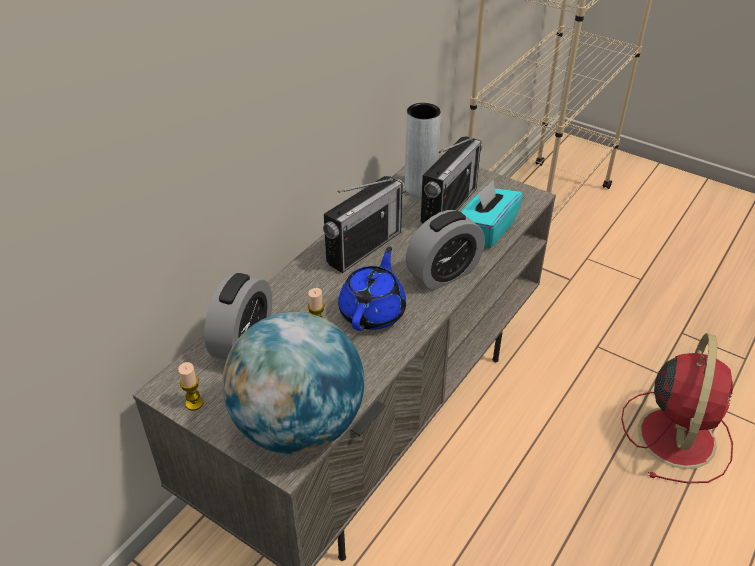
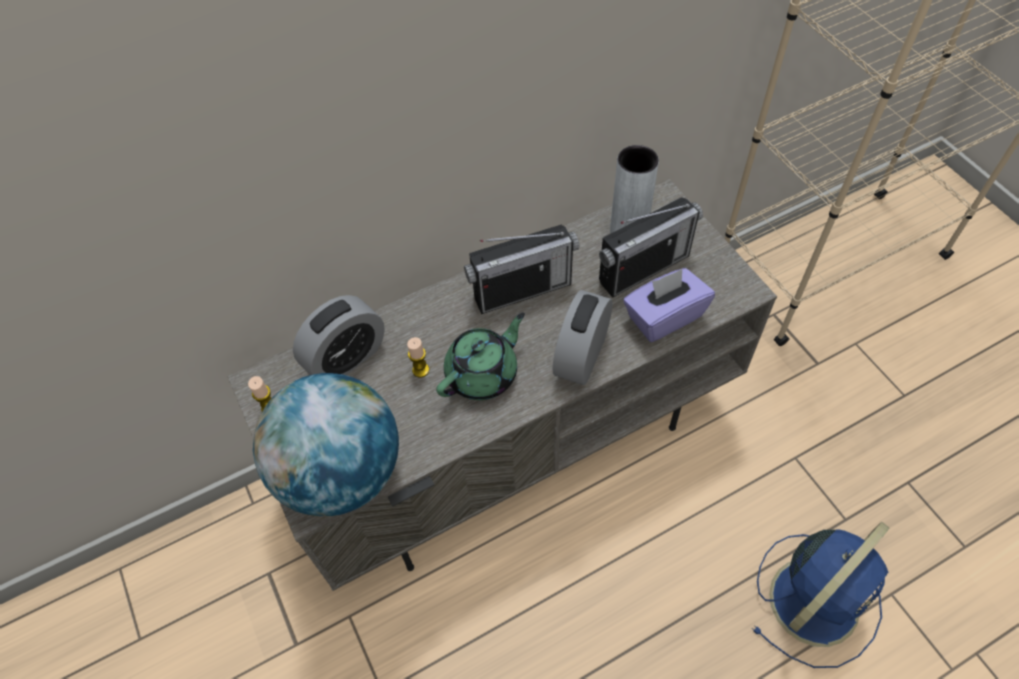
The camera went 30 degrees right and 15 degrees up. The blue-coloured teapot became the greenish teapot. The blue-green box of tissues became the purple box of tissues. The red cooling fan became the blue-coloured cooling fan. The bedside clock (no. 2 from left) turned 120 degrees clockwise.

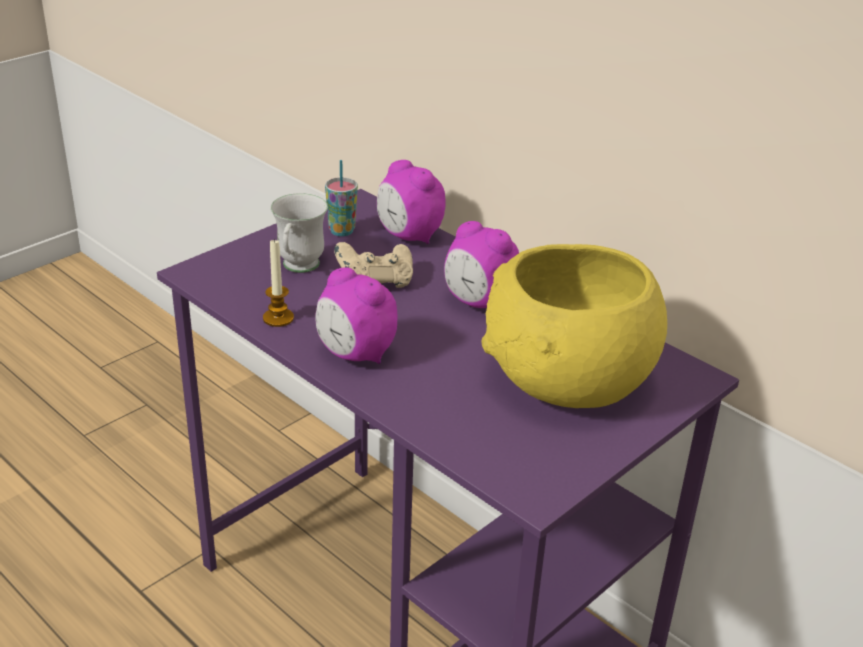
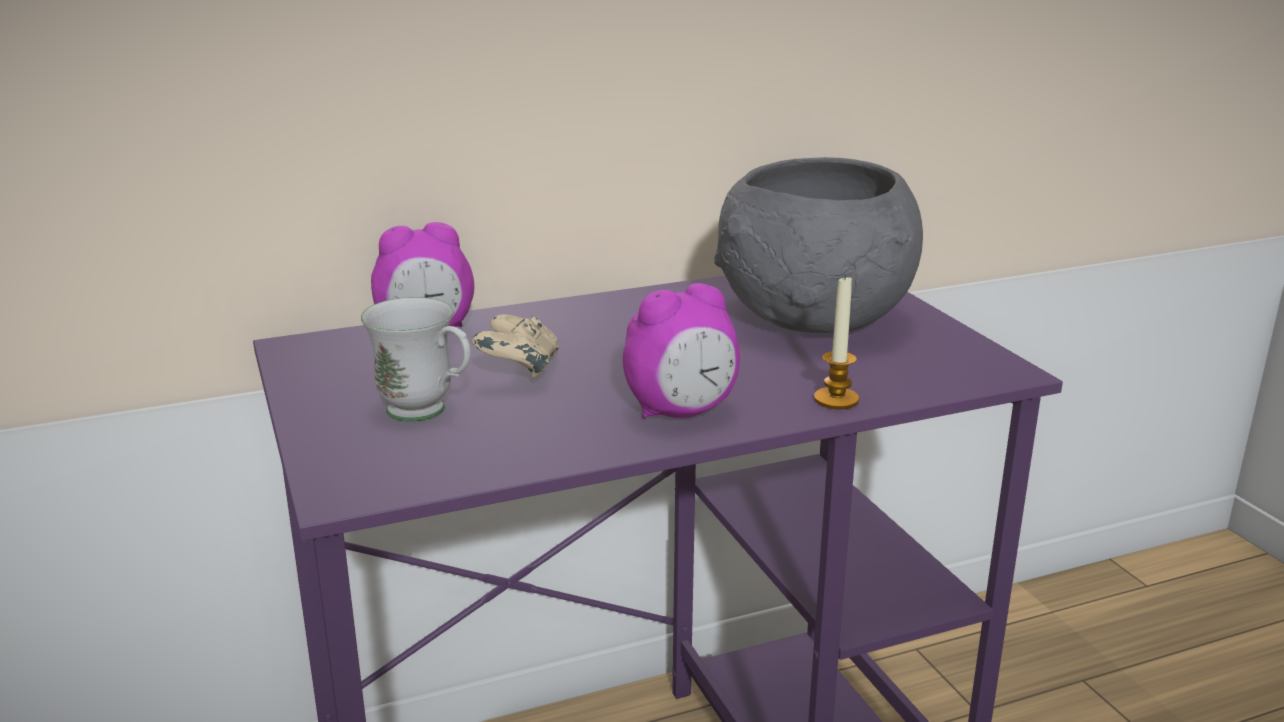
The camera went 65 degrees left and 10 degrees down. The small cup disappeared. The bedside clock (no. 3 from left) disappeared. The wax candle moved. The yellow-coloured serving bowl became the gray serving bowl.

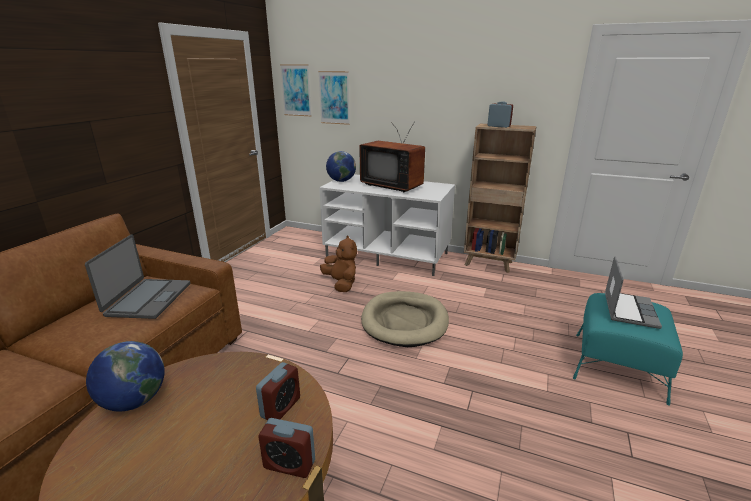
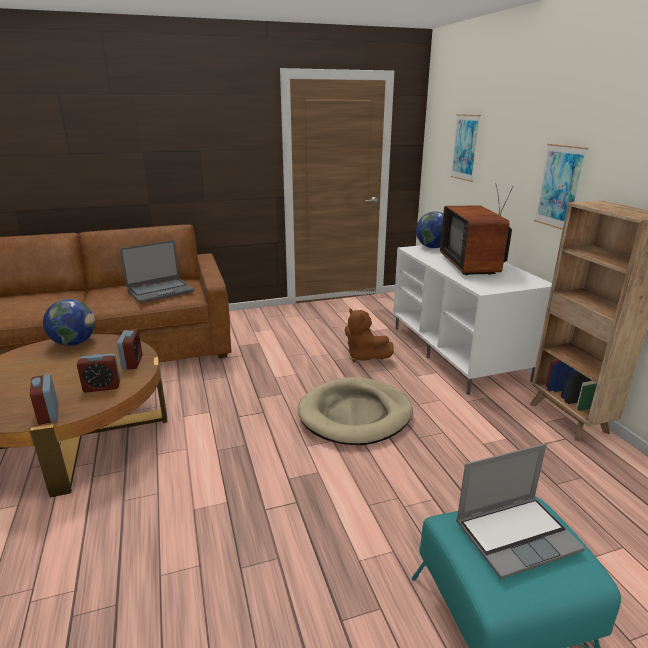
The camera went 50 degrees right and 0 degrees up. The picture (no. 1 from left in the first image) moved. The bedside clock (no. 3 from left) moved. The brown soft toy turned 120 degrees clockwise.

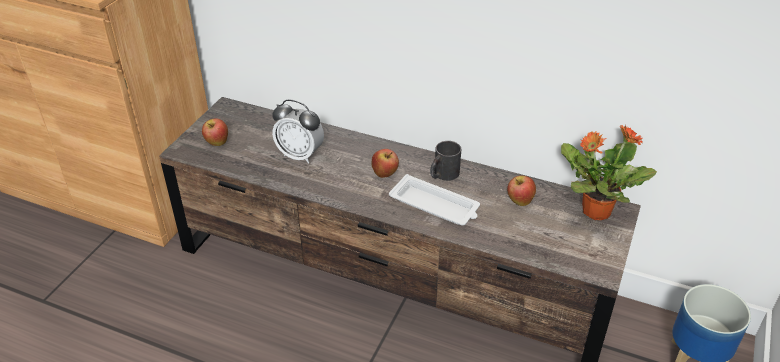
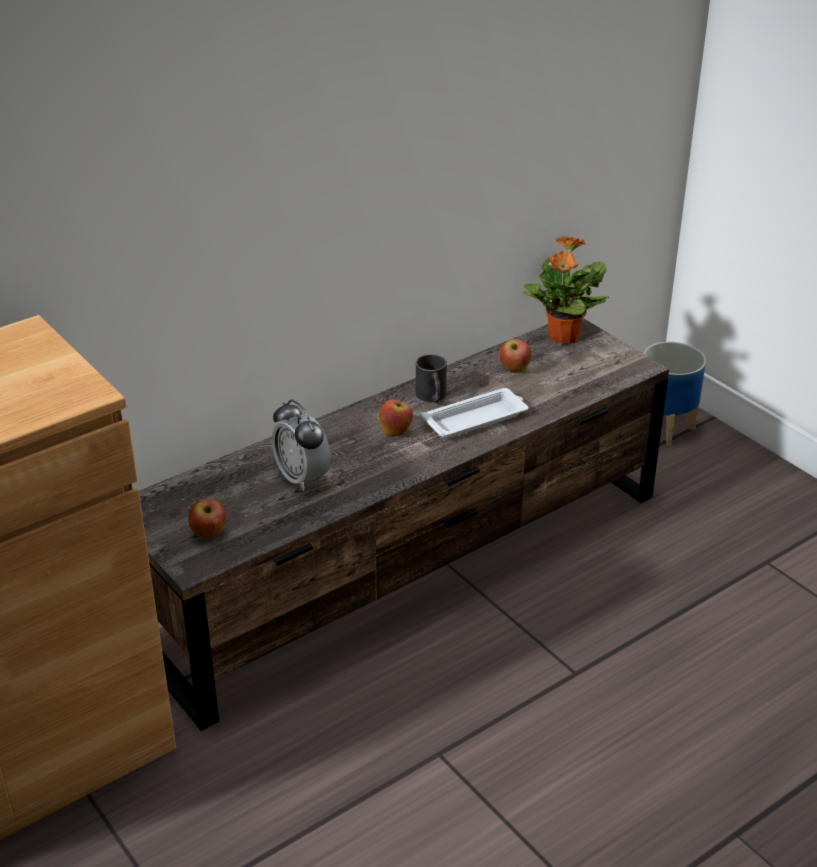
The camera went 60 degrees left and 5 degrees down. The bedside clock turned 90 degrees clockwise.

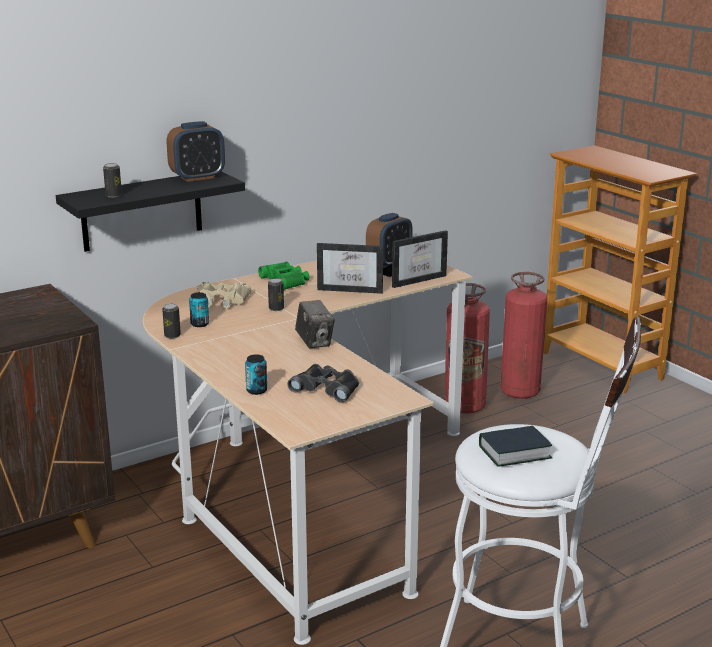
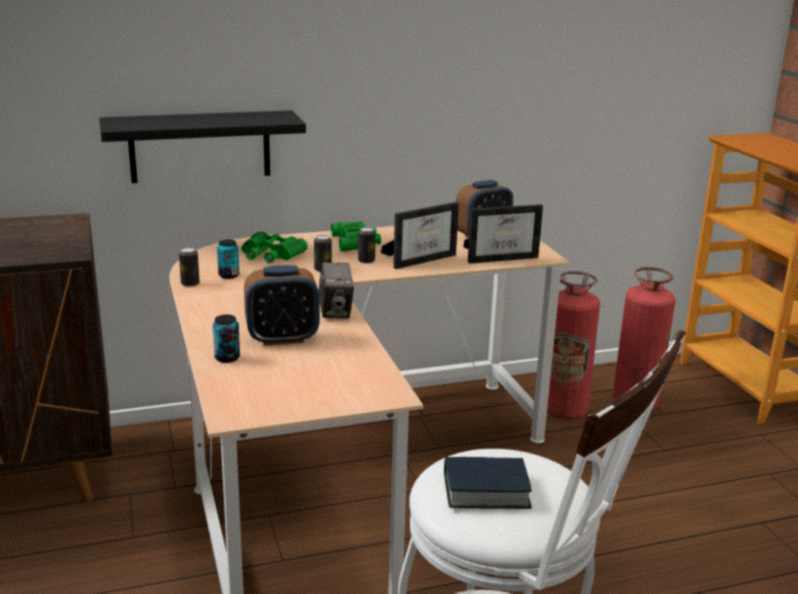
The camera went 15 degrees right and 0 degrees up. The black-coloured pair of binoculars disappeared. The can (no. 1 from left in the first image) moved. The bedside clock (no. 1 from left) moved. The beige pair of binoculars became the greenish pair of binoculars (no. 1 from left). The picture frame (no. 1 from left) turned 60 degrees counterclockwise.

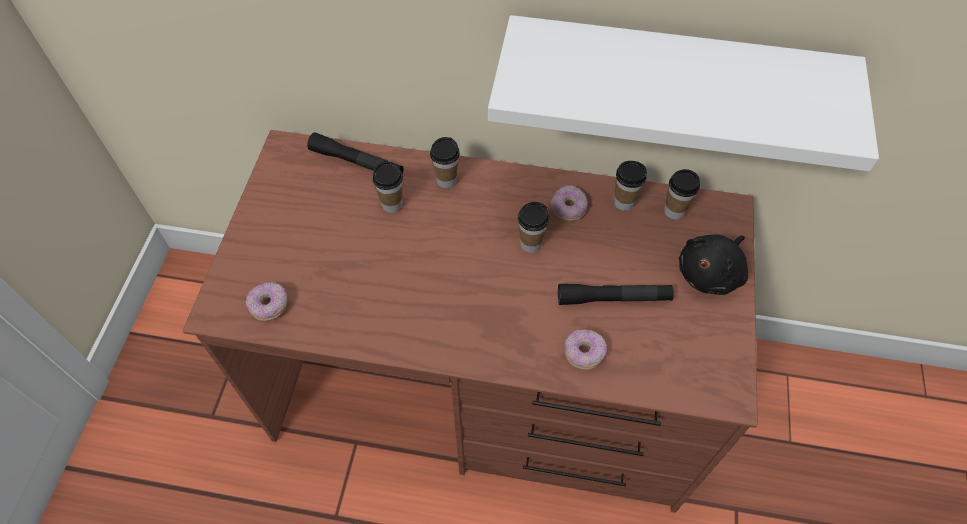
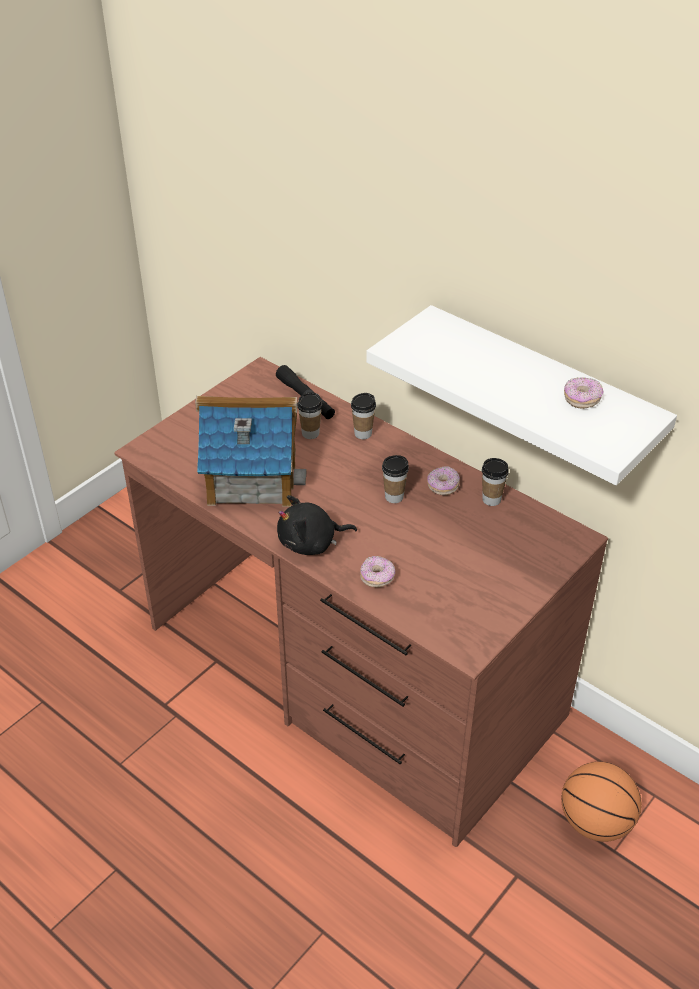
The camera went 30 degrees right and 15 degrees down. The black-coloured torch (no. 2 from left) disappeared. The small cup (no. 5 from left) disappeared. The miniature house appeared. The basketball ball appeared. The doughnut (no. 1 from left in the first image) moved. The black-coloured soft toy moved.

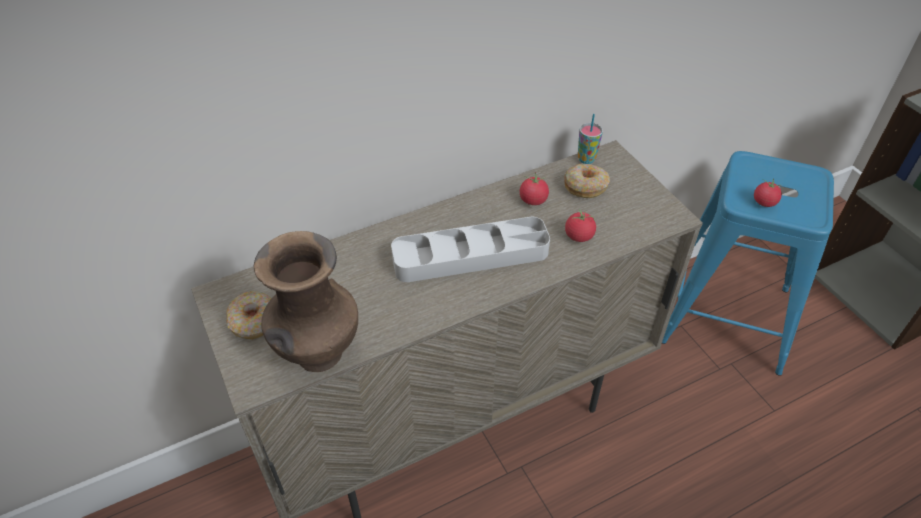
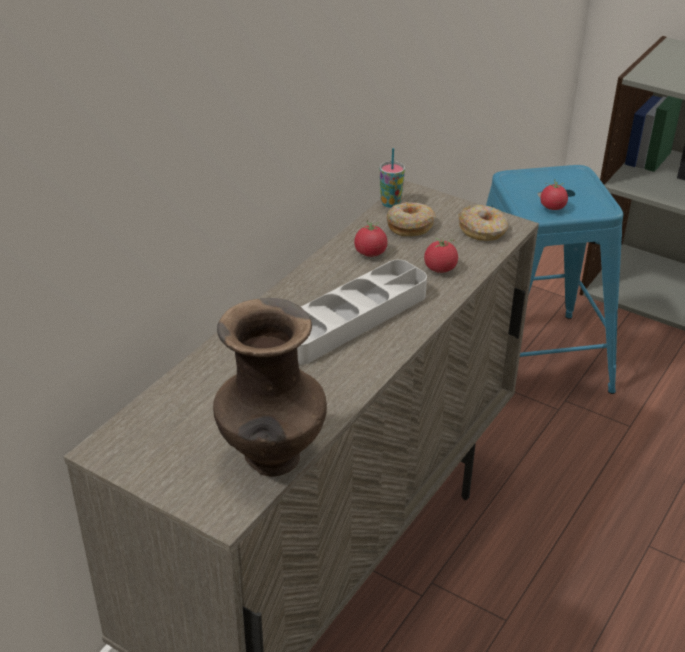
The camera went 30 degrees left and 10 degrees down. The doughnut (no. 1 from left in the first image) moved.

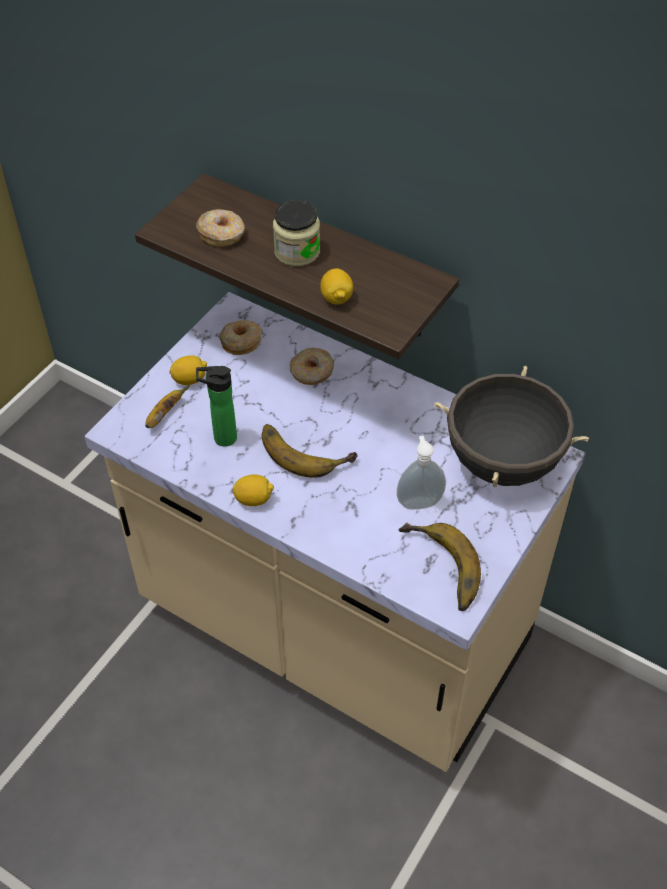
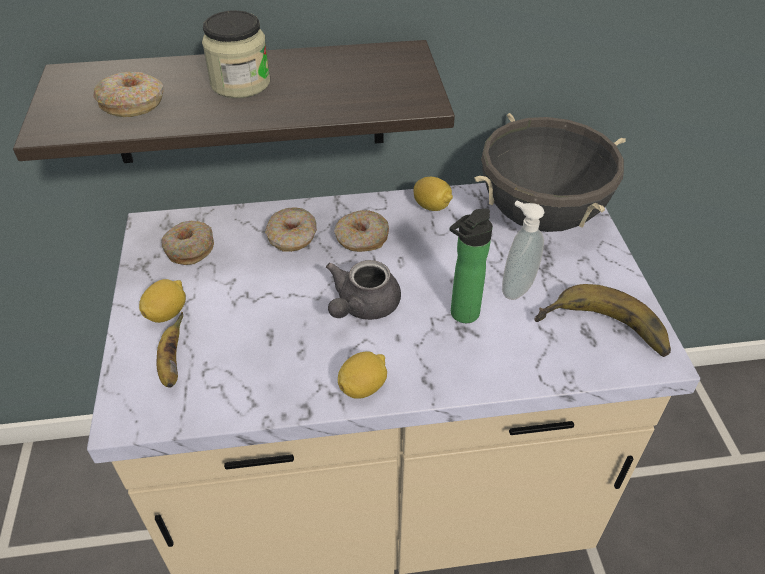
The camera went 40 degrees left and 5 degrees down. The doughnut (no. 4 from left) appeared. The drink bottle moved. The lemon (no. 3 from left) moved. The banana fruit (no. 2 from left) was replaced by the gray teapot.

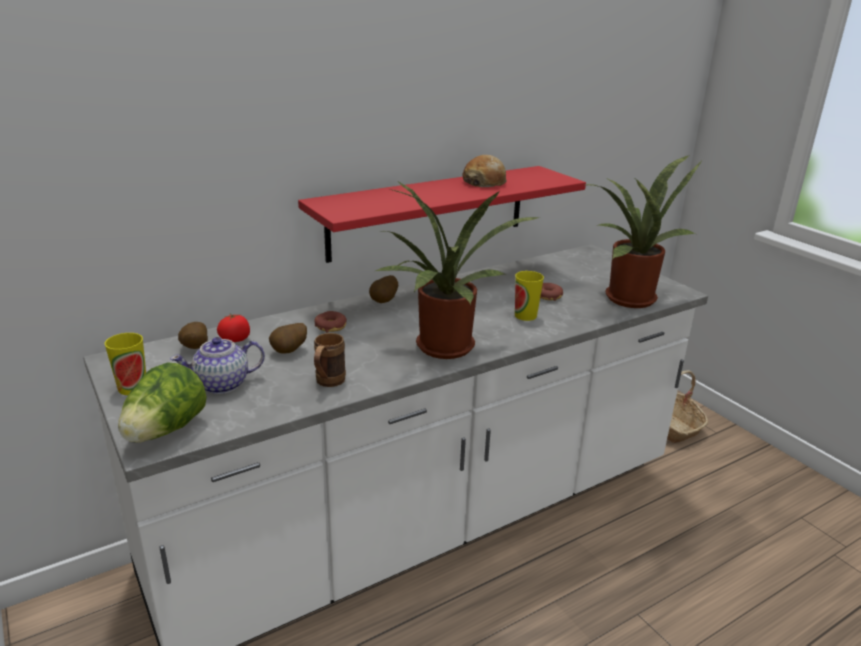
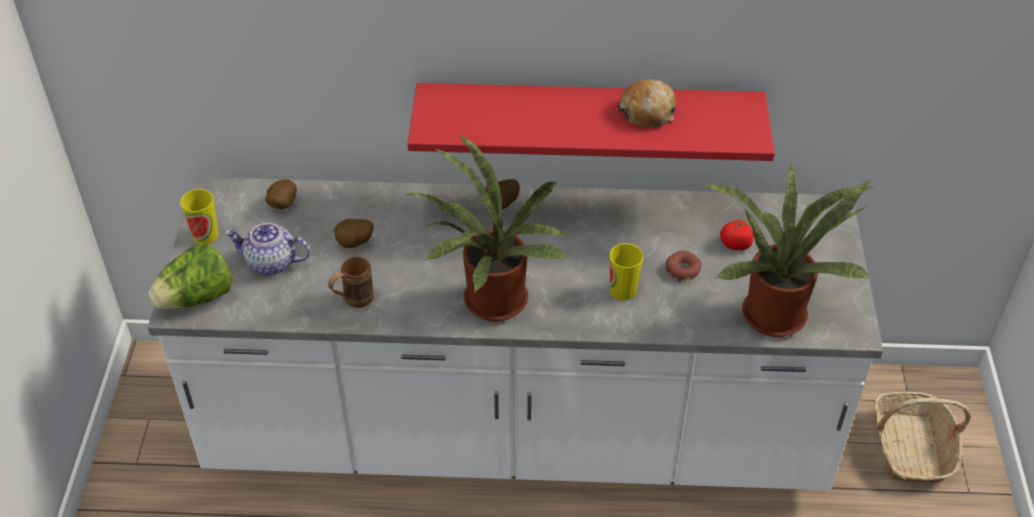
The camera went 35 degrees right and 20 degrees up. The doughnut (no. 1 from left) disappeared. The whole tomato moved.

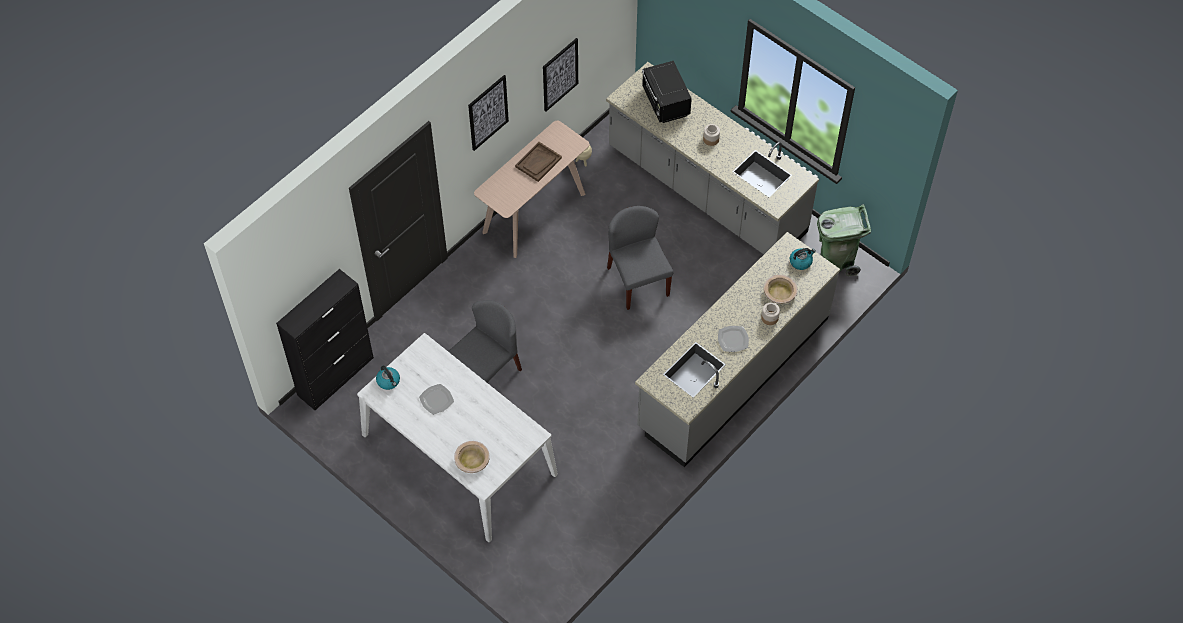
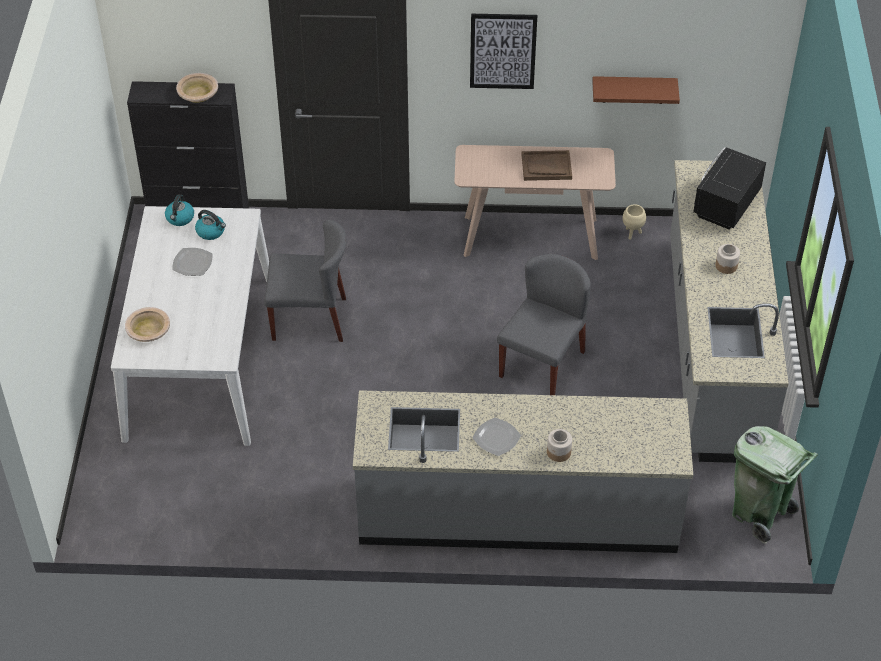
The camera went 50 degrees right and 10 degrees down. The beige serving bowl (no. 2 from left) moved. The tea kettle (no. 2 from left) moved. The picture (no. 2 from left) was replaced by the brown wall shelf.

